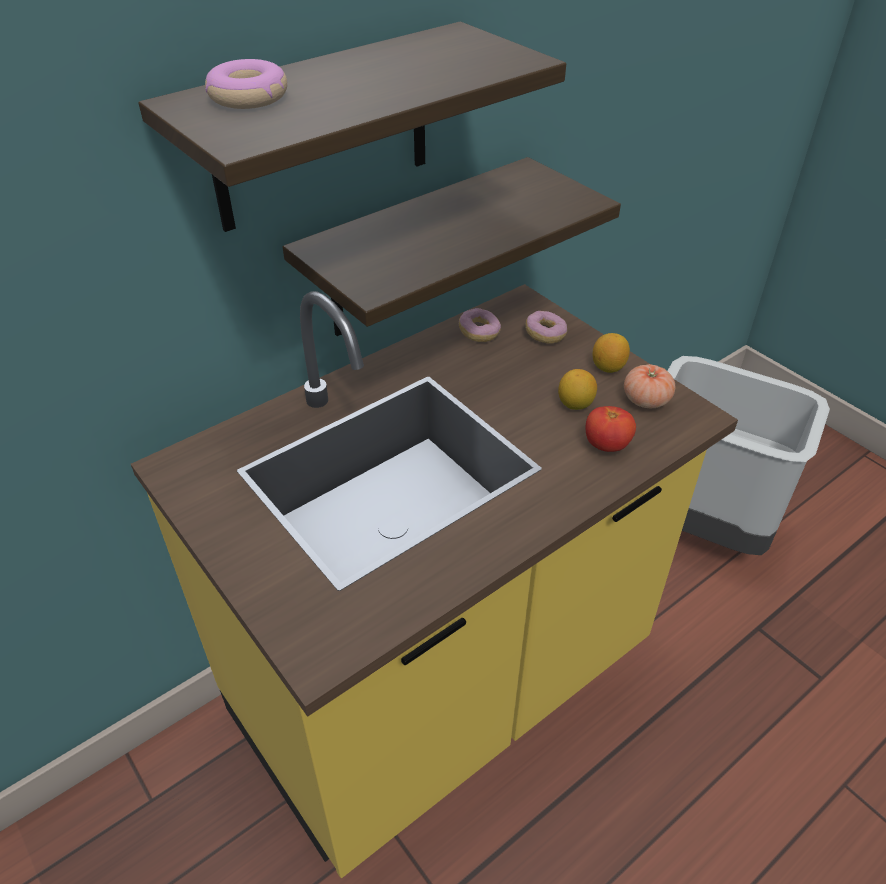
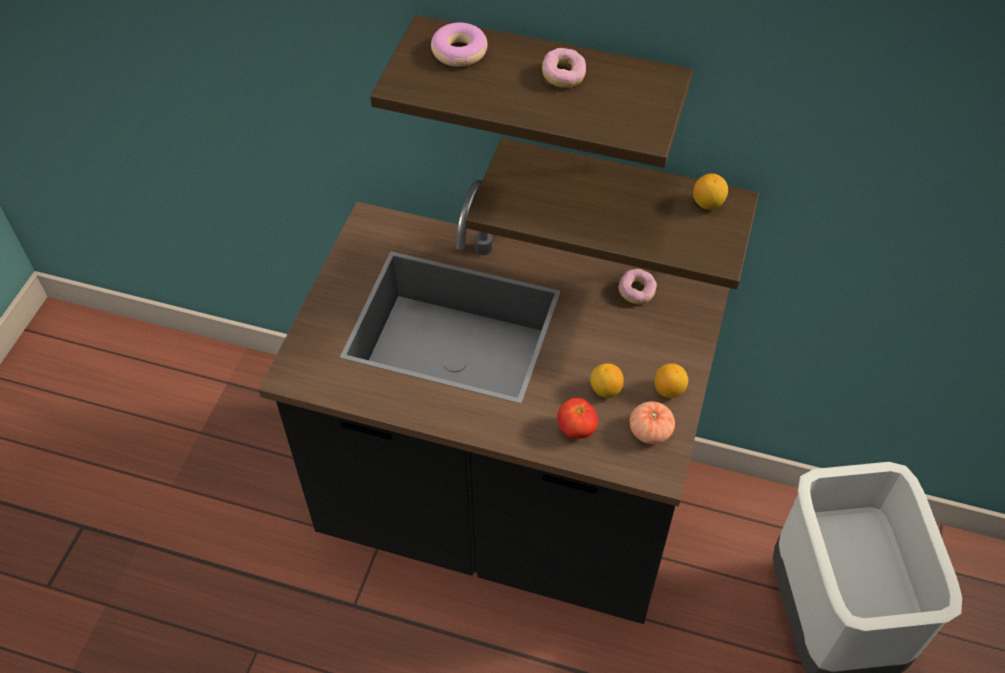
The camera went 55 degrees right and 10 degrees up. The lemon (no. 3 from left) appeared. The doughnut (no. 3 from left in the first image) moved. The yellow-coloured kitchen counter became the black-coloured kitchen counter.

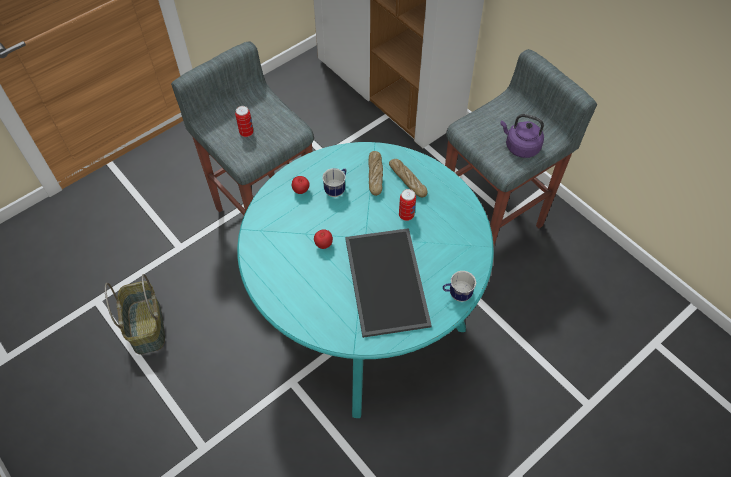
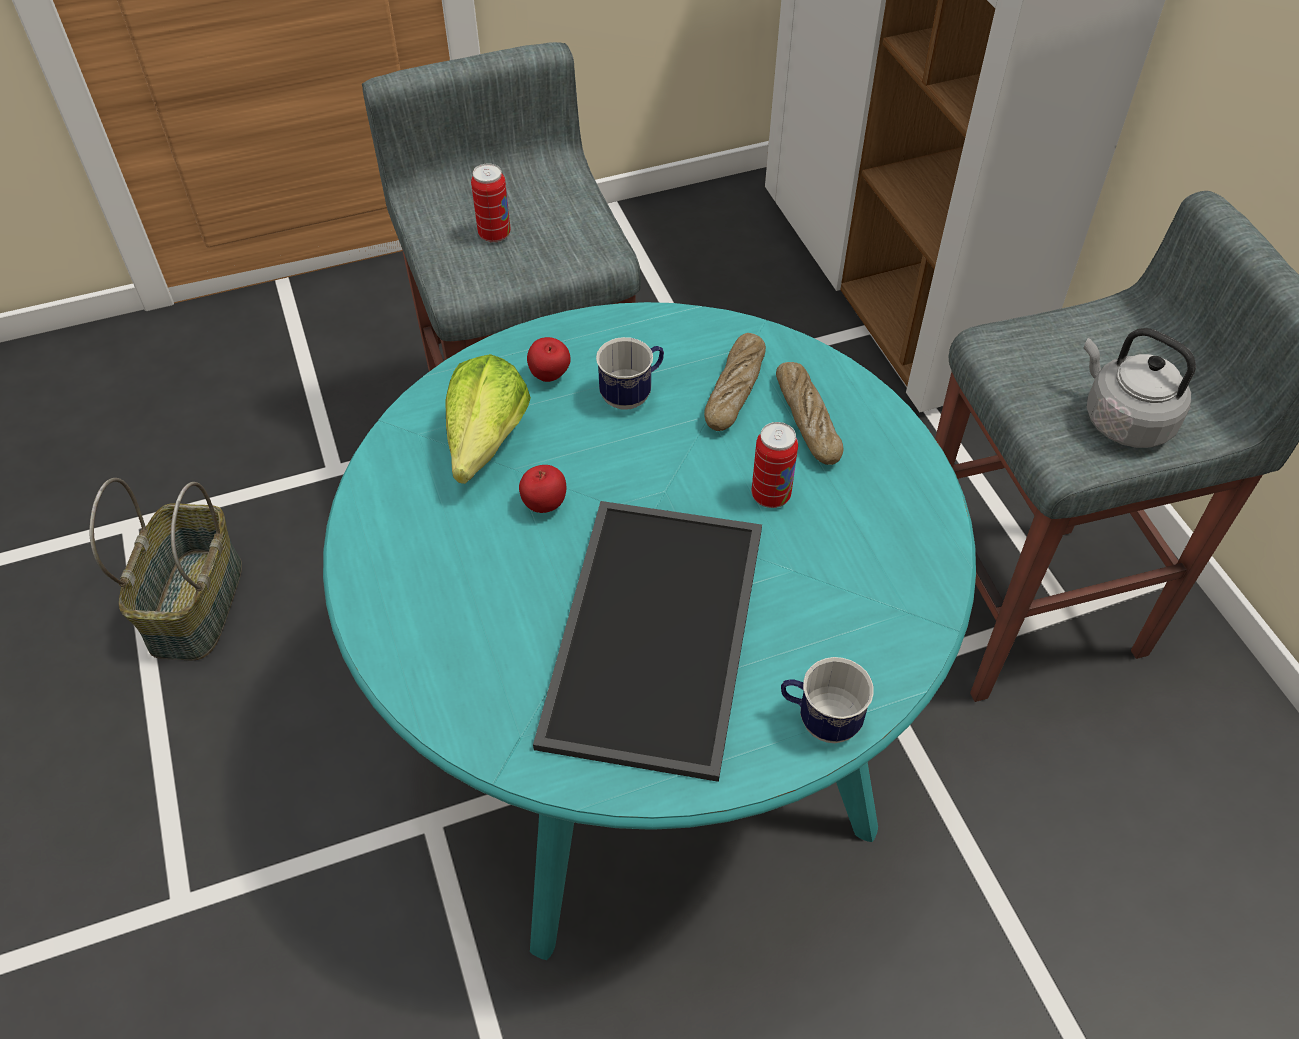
The camera went 20 degrees right and 5 degrees down. The lettuce appeared. The purple tea kettle became the gray tea kettle.

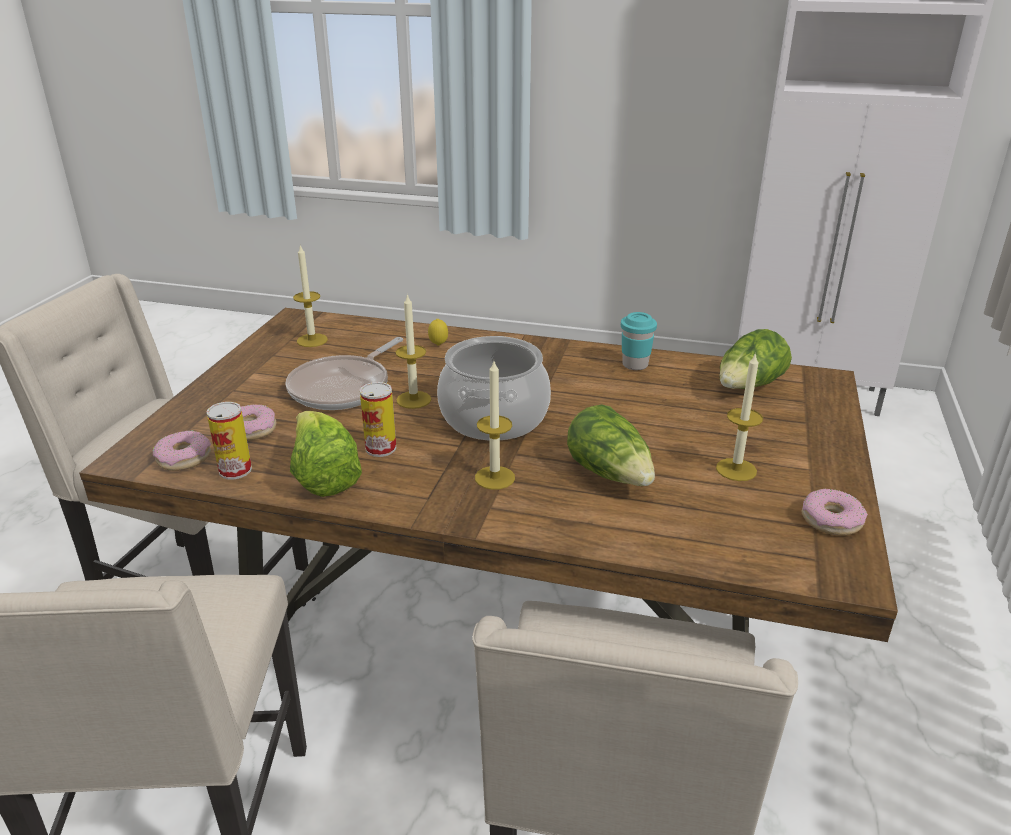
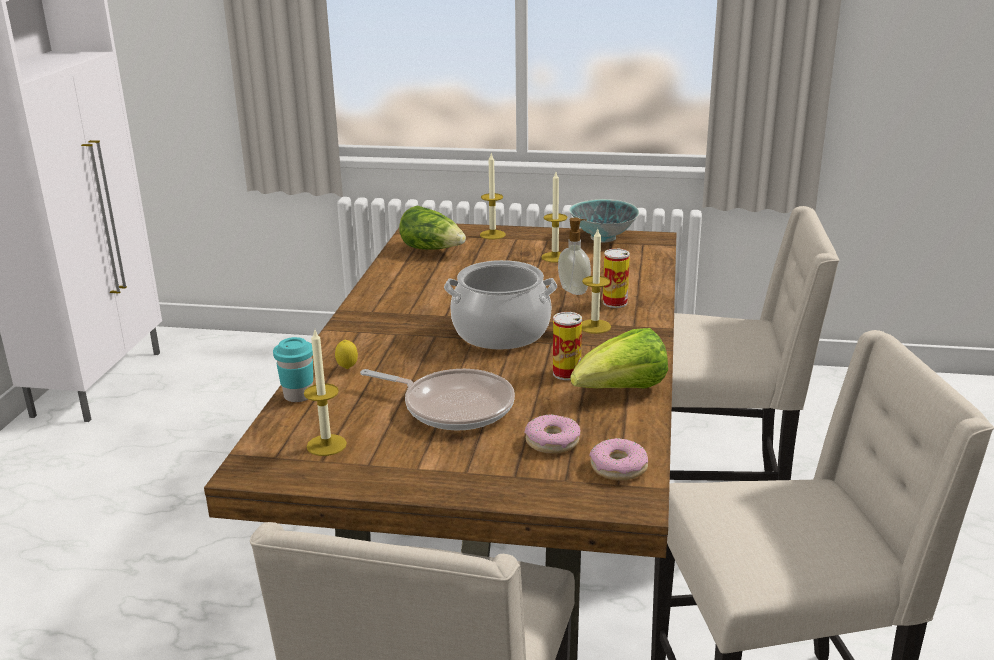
The camera went 95 degrees left and 5 degrees down. The can (no. 1 from left in the first image) moved. The wax candle (no. 2 from left) moved. The blue-green small cup moved. The lettuce (no. 2 from left) was replaced by the liquid soap bottle. The doughnut (no. 3 from left) was replaced by the serving bowl.

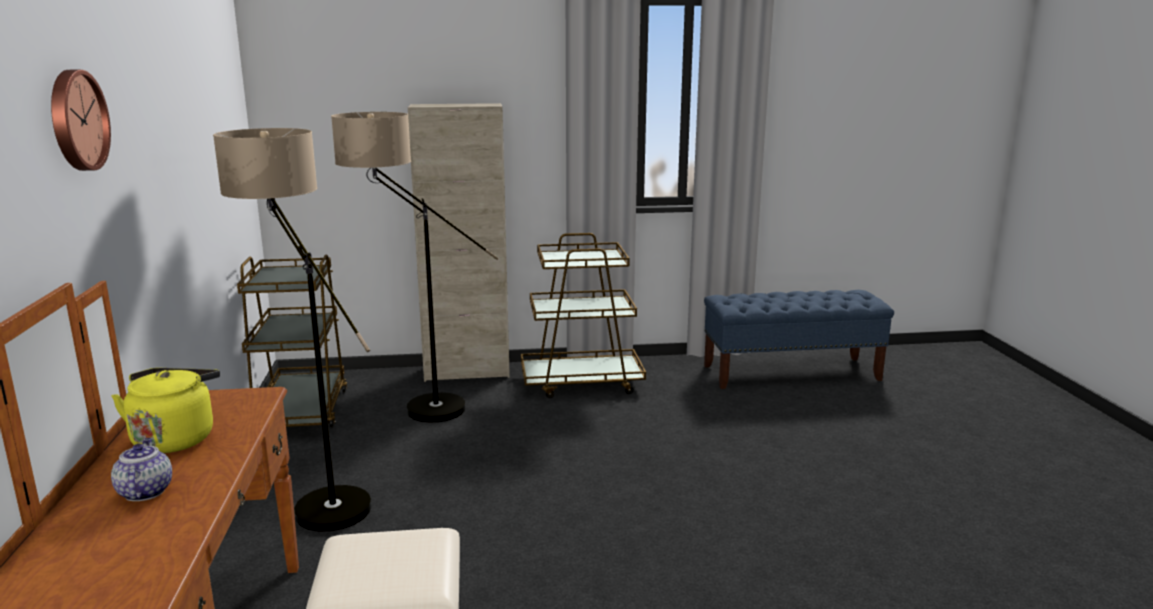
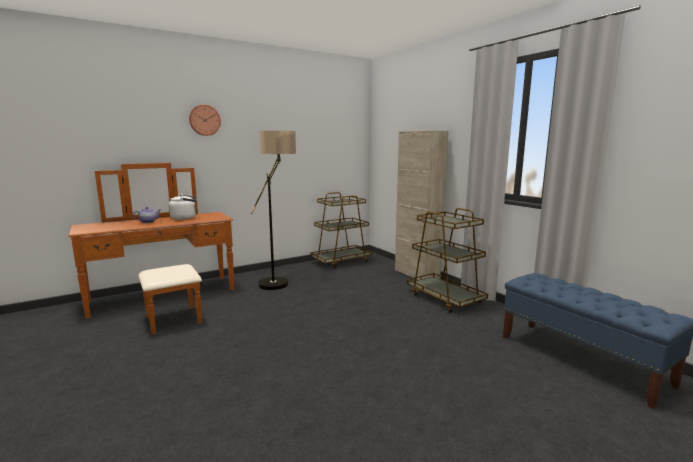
The camera went 65 degrees right and 5 degrees down. The floor lamp (no. 2 from left) disappeared. The yellow-coloured tea kettle became the white tea kettle.

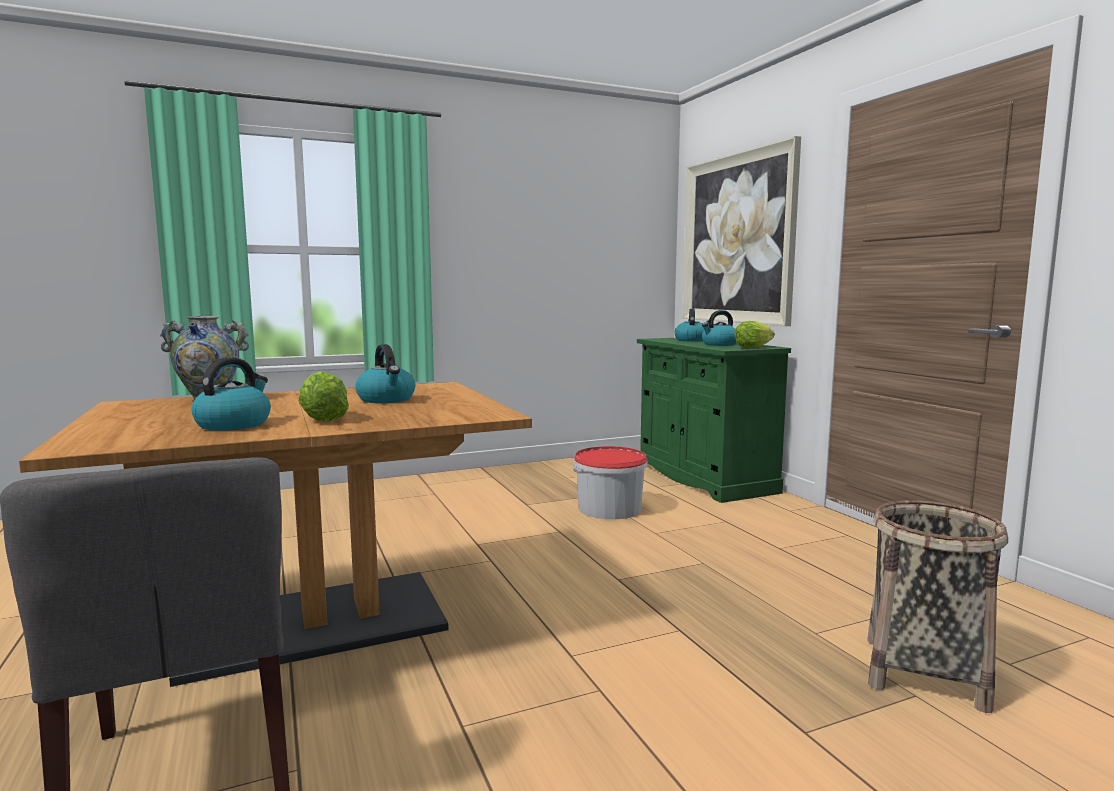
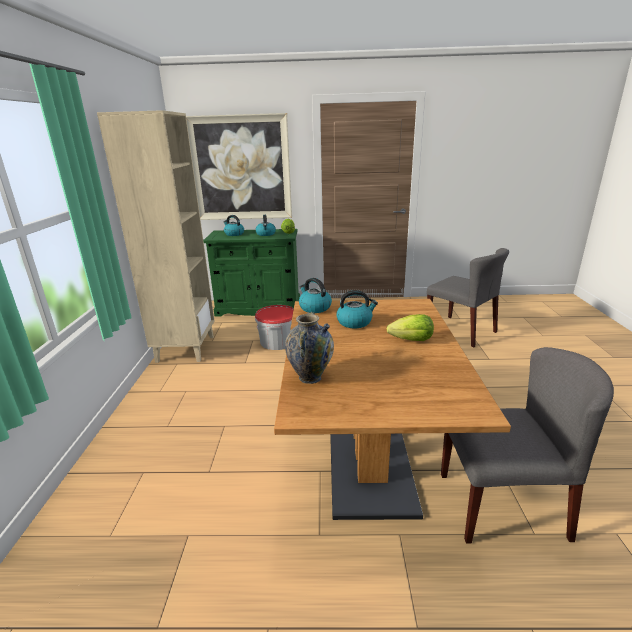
The camera went 65 degrees left and 15 degrees up. The beige bookcase appeared. The tea kettle (no. 1 from left in the first image) moved. The household basket was replaced by the gray plain chair (no. 1 from left).

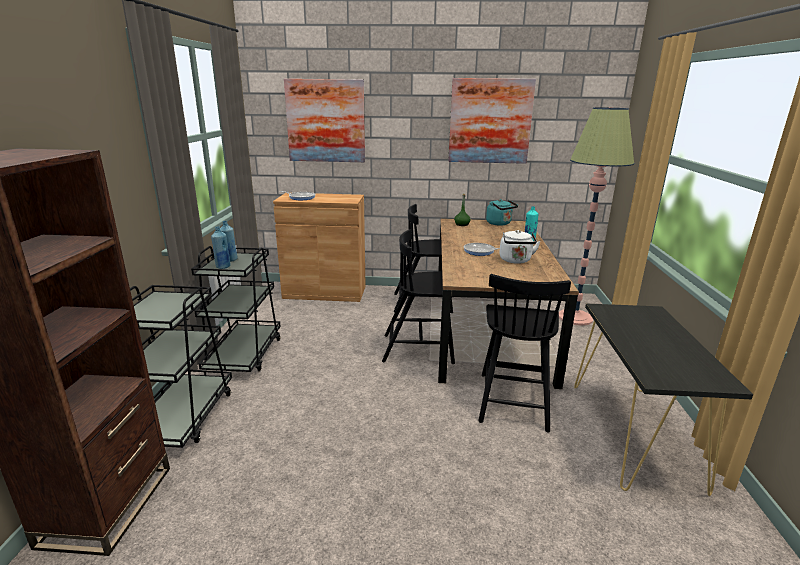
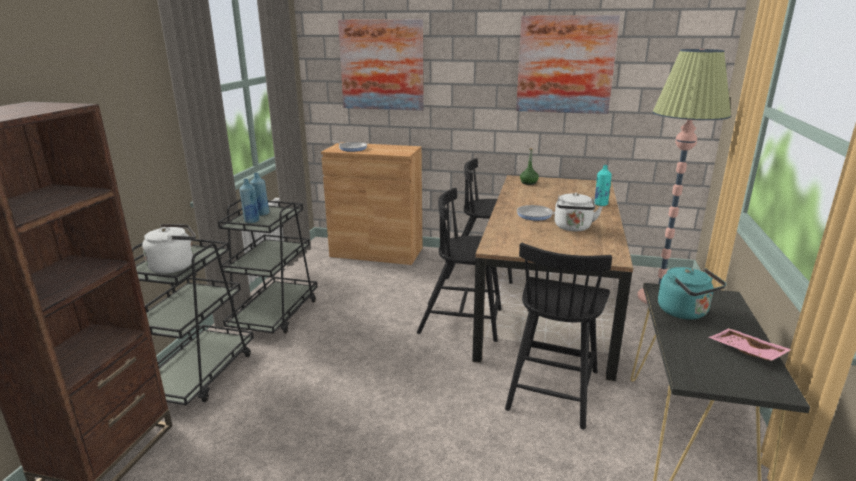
The camera went 10 degrees right and 0 degrees up. The white tea kettle (no. 1 from left) appeared. The pink carrying tray appeared. The blue-green tea kettle moved.

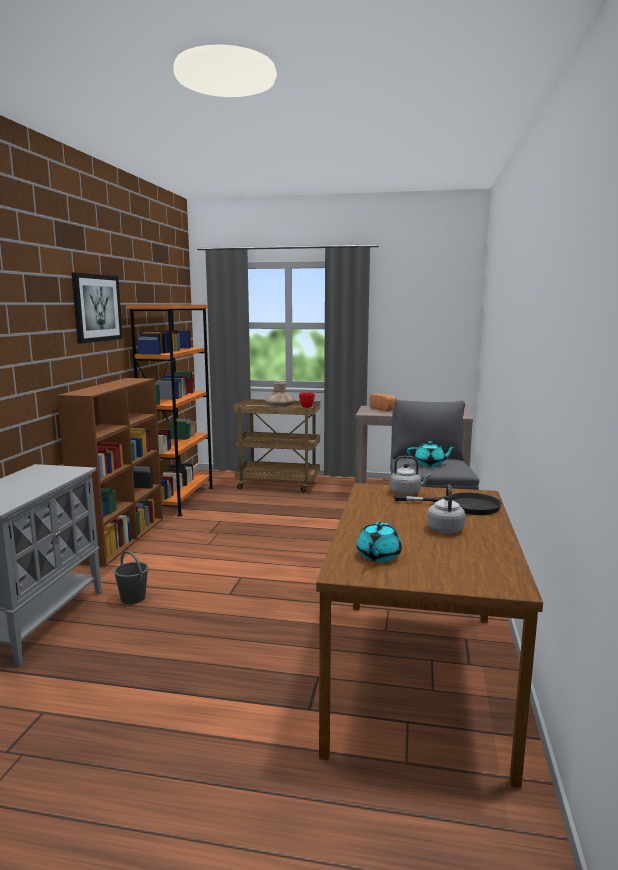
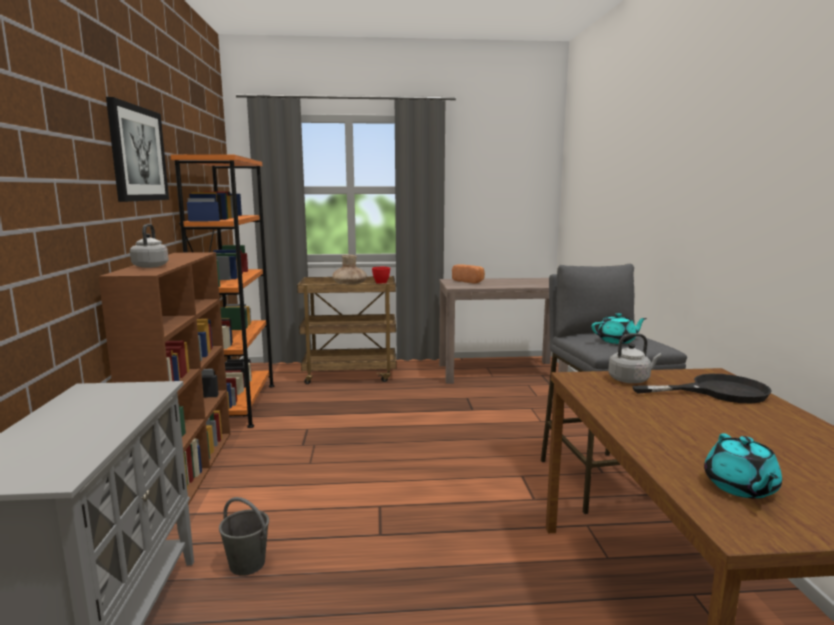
The camera went 15 degrees left and 0 degrees up. The gray tea kettle (no. 2 from left in the first image) moved.

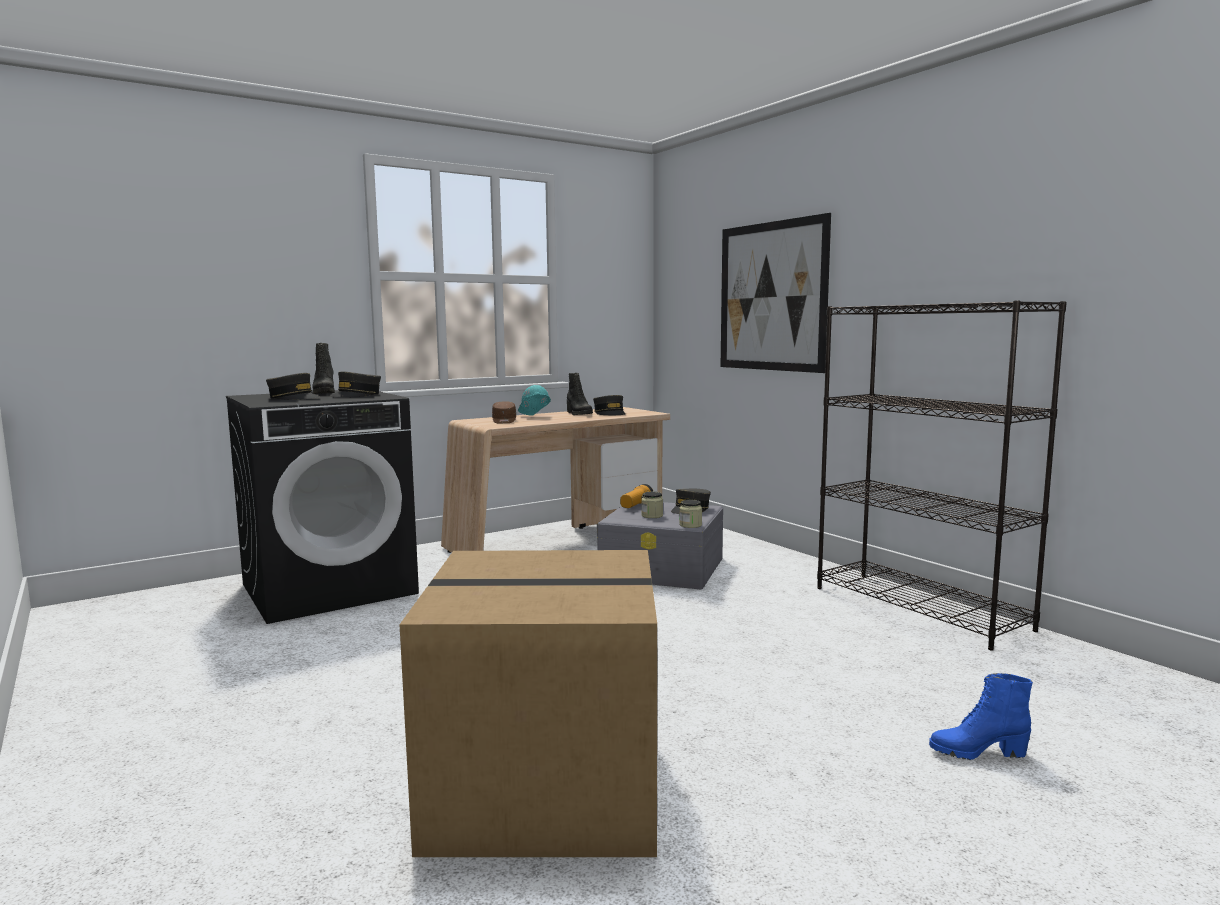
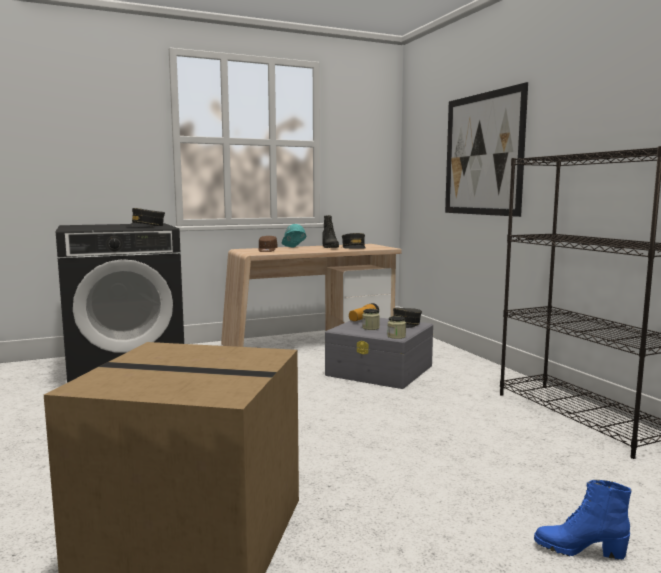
The camera went 10 degrees right and 0 degrees up. The gray baseball cap (no. 1 from left) disappeared. The black-coloured high-top boot (no. 1 from left) disappeared.

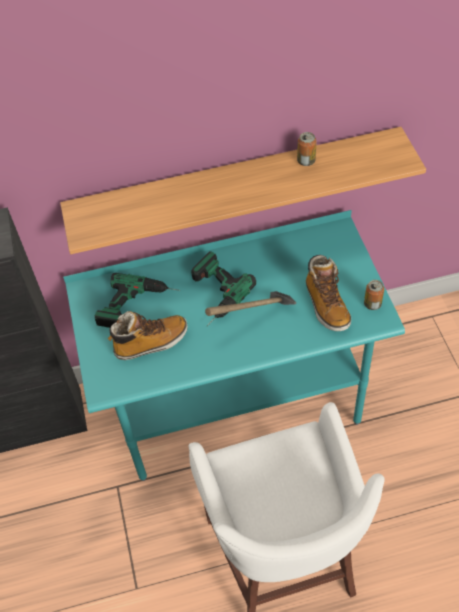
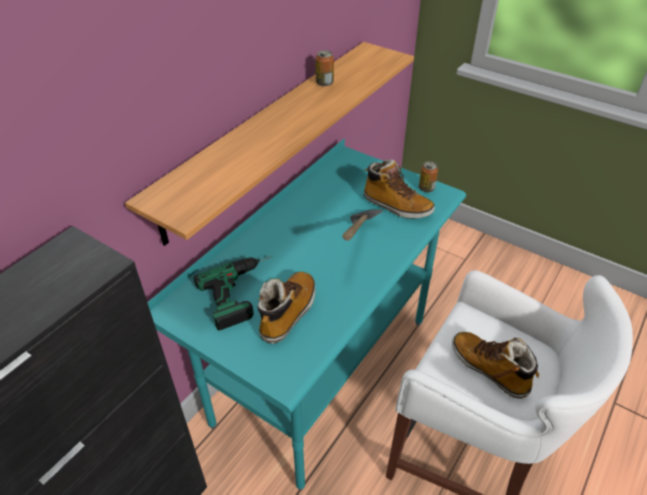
The camera went 45 degrees left and 10 degrees down. The power drill (no. 2 from left) disappeared. The high-top boot (no. 3 from left) appeared.

